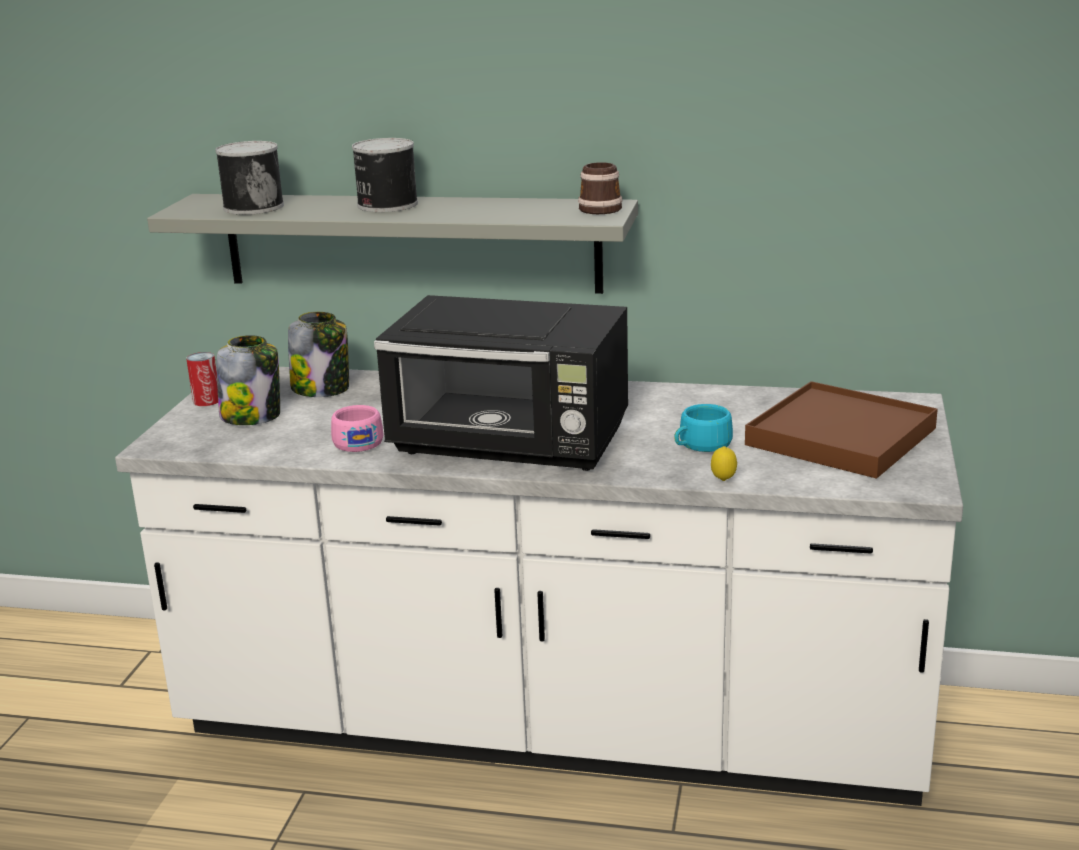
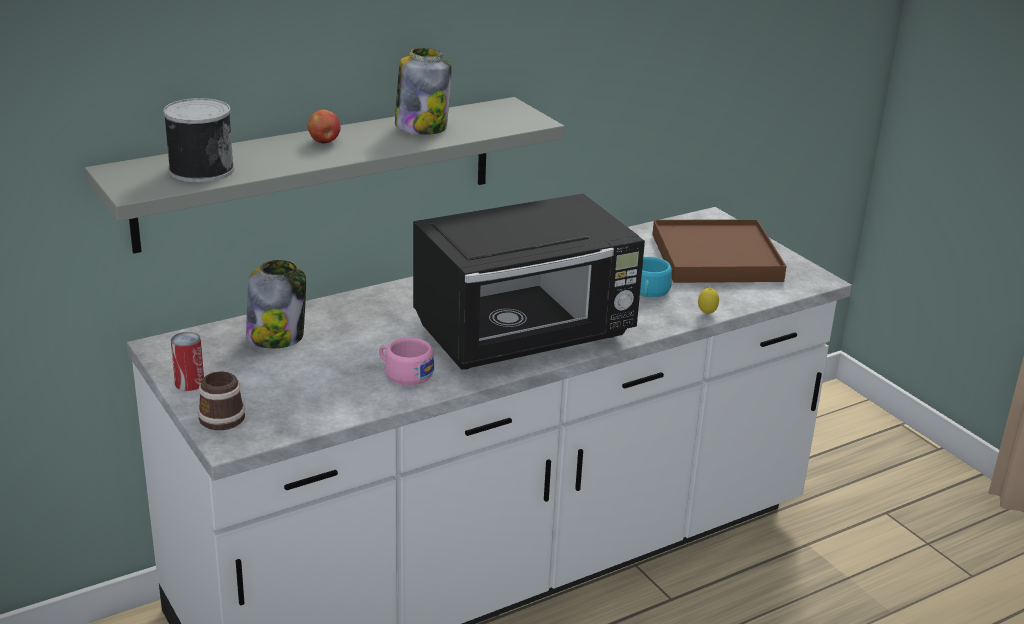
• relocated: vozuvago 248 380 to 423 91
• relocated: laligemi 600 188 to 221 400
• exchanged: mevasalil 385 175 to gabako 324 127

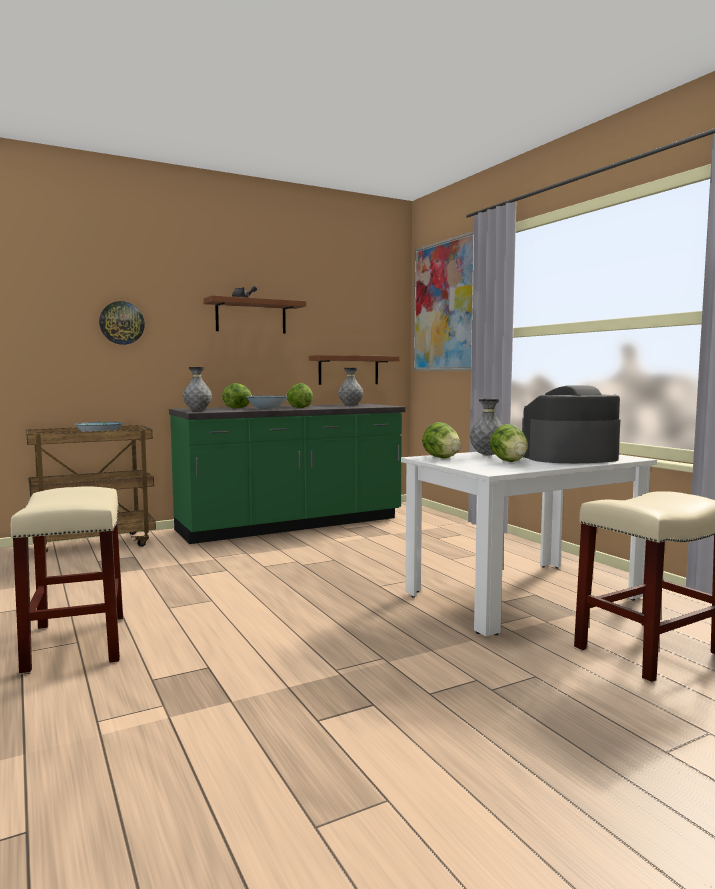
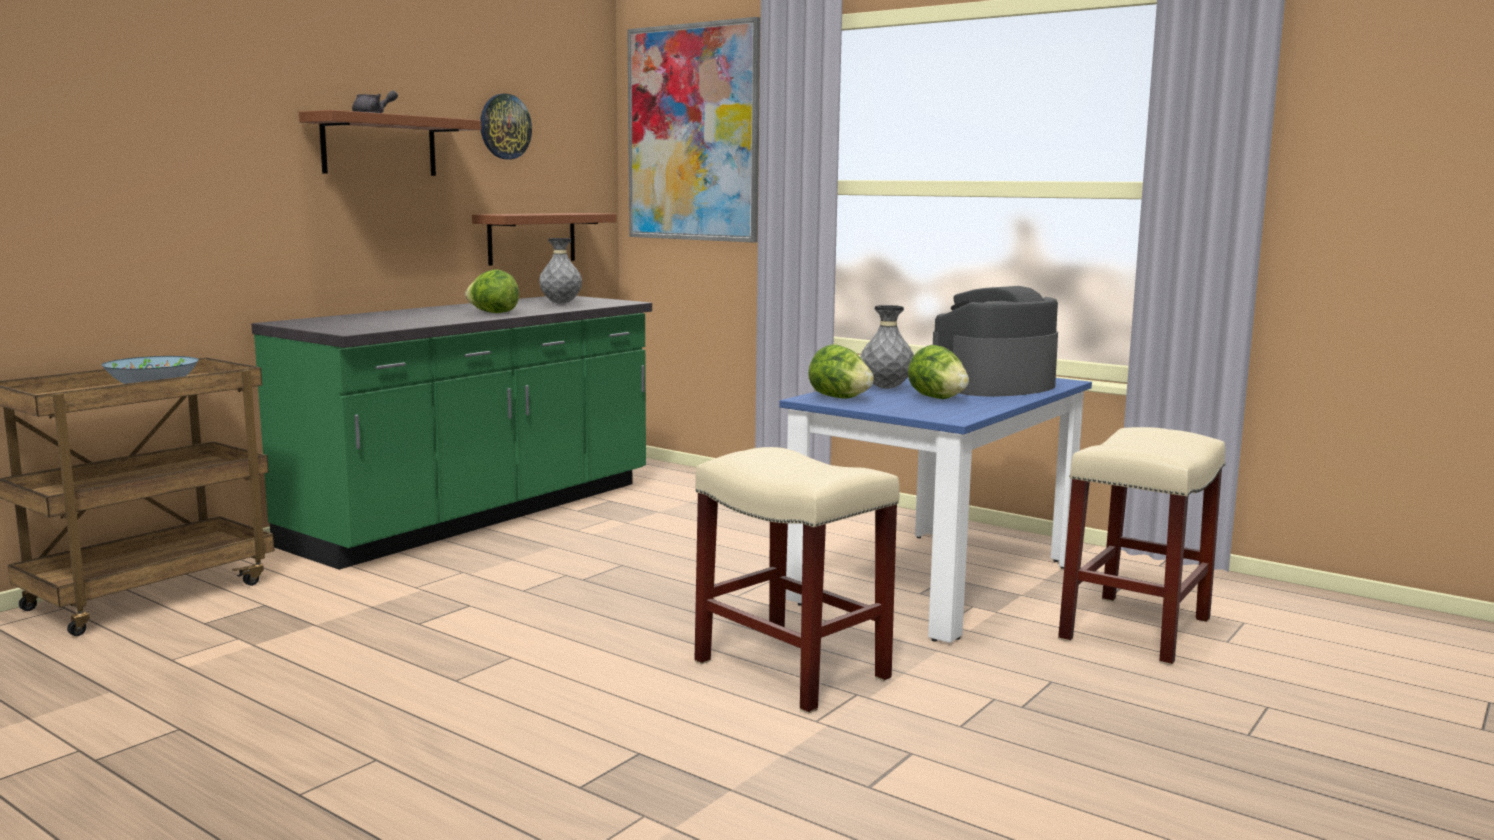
• missing: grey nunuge 197 389
• missing: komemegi 237 395
• missing: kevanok 267 403
• relocated: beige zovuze 66 580 to 797 580
• relocated: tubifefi 122 323 to 506 126
• colour: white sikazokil 529 544 to blue sikazokil 936 510

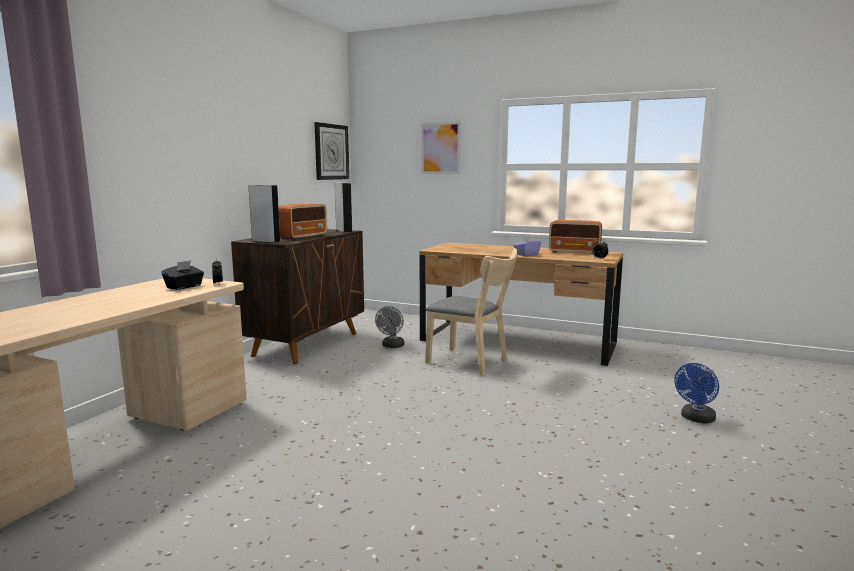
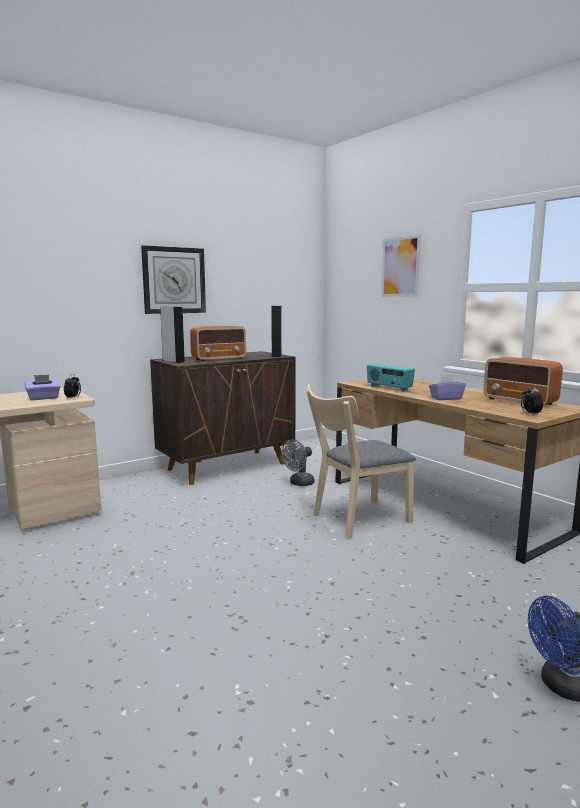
• appeared: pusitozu 391 378
• relocated: tubifefi 331 151 to 173 279
• colour: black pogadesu 182 275 to purple pogadesu 42 387
• spun: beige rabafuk 471 312 = 361 461 90 degrees clockwise

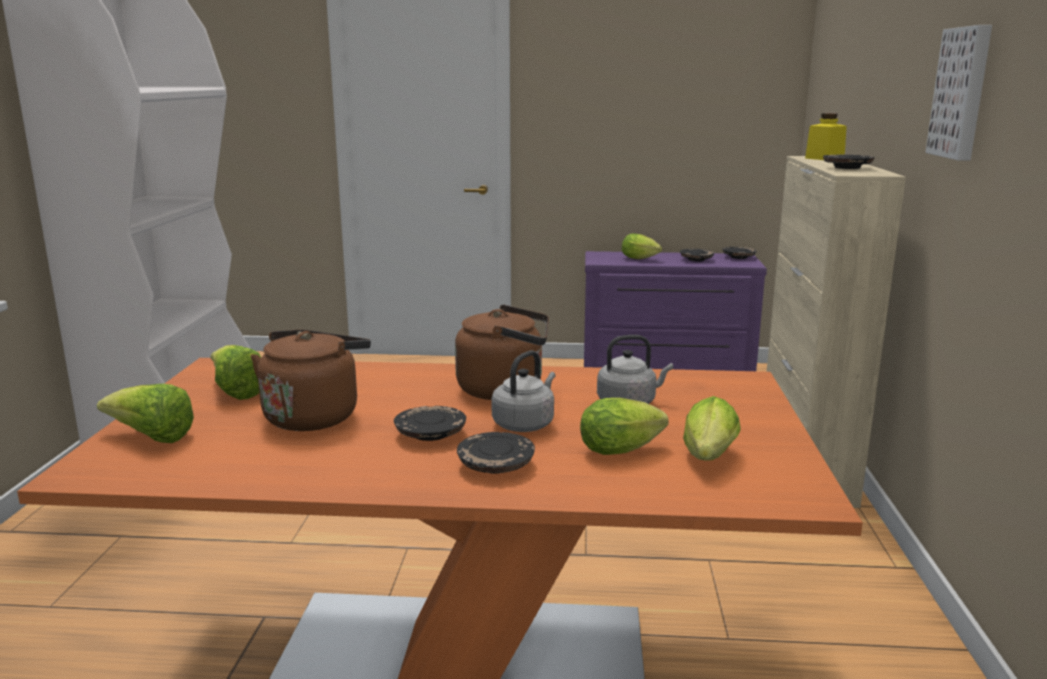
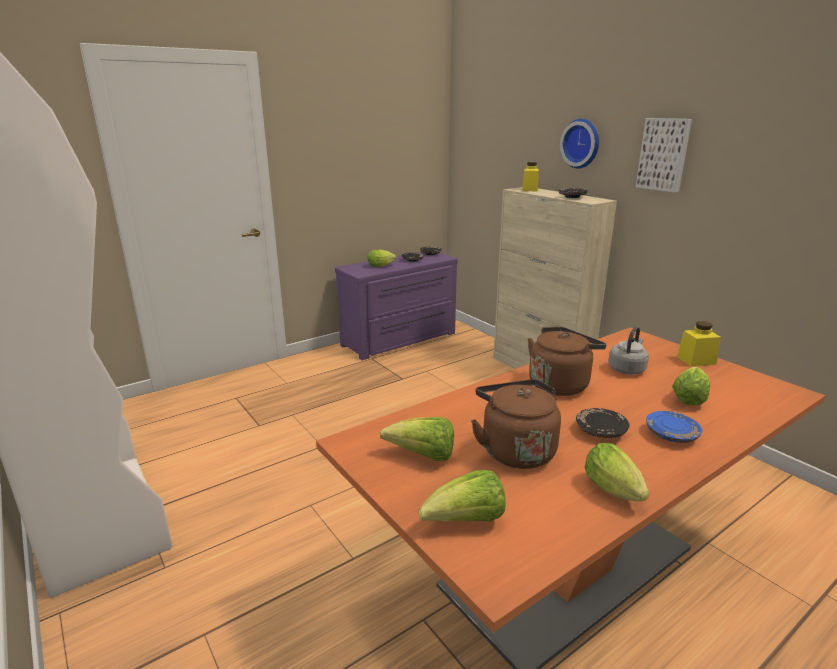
• missing: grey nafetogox 523 391
• appeared: tubifefi 579 143
• appeared: yellow vozuvago 699 344
• relocated: komemegi 711 428 to 616 472
• colour: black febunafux 496 453 to blue febunafux 674 427

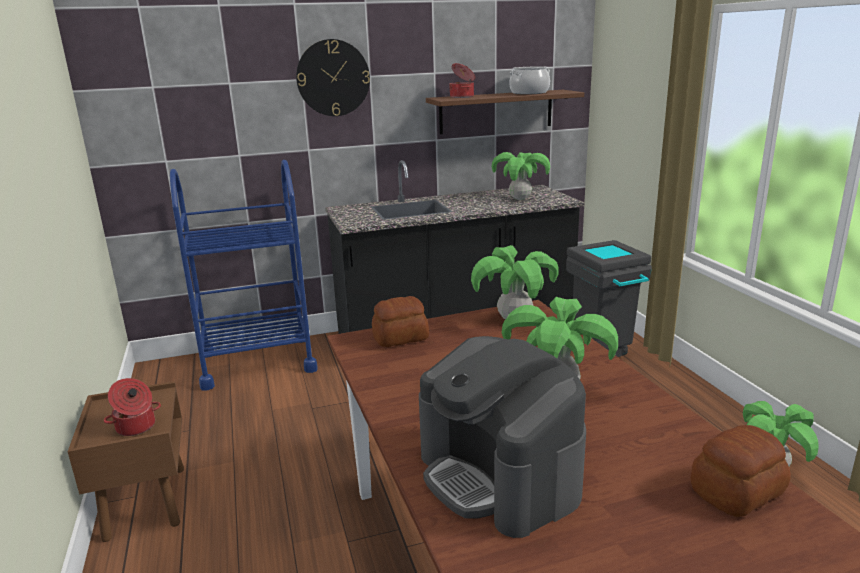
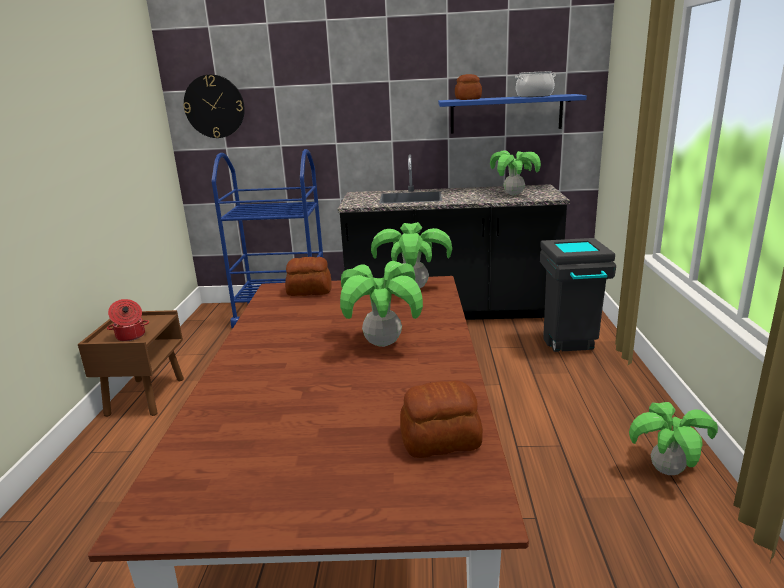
• missing: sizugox 502 437
• relocated: tubifefi 333 77 to 214 106
• exchanged: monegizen 462 80 to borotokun 468 87
• colour: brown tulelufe 505 112 to blue tulelufe 512 113

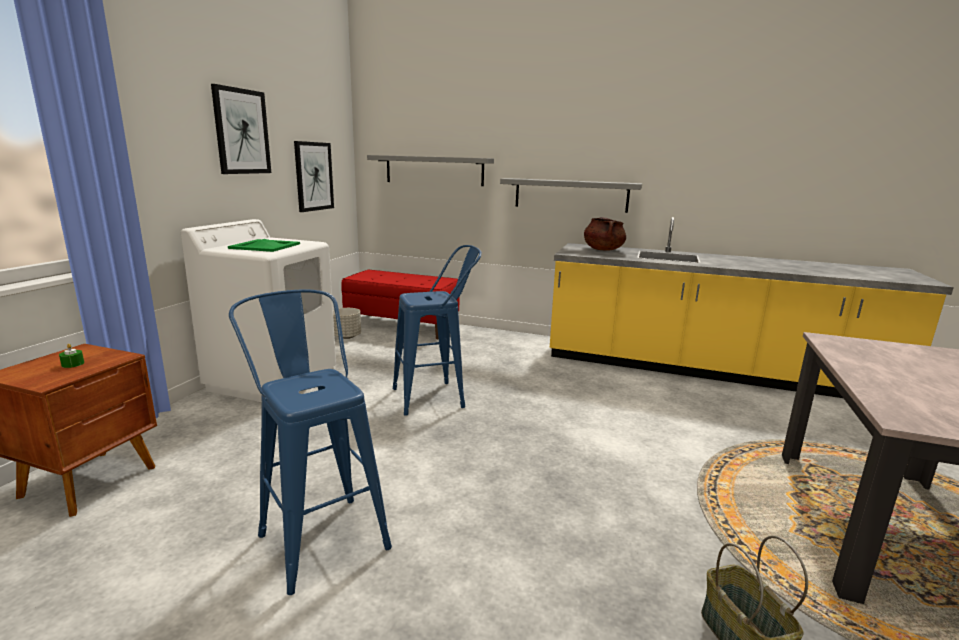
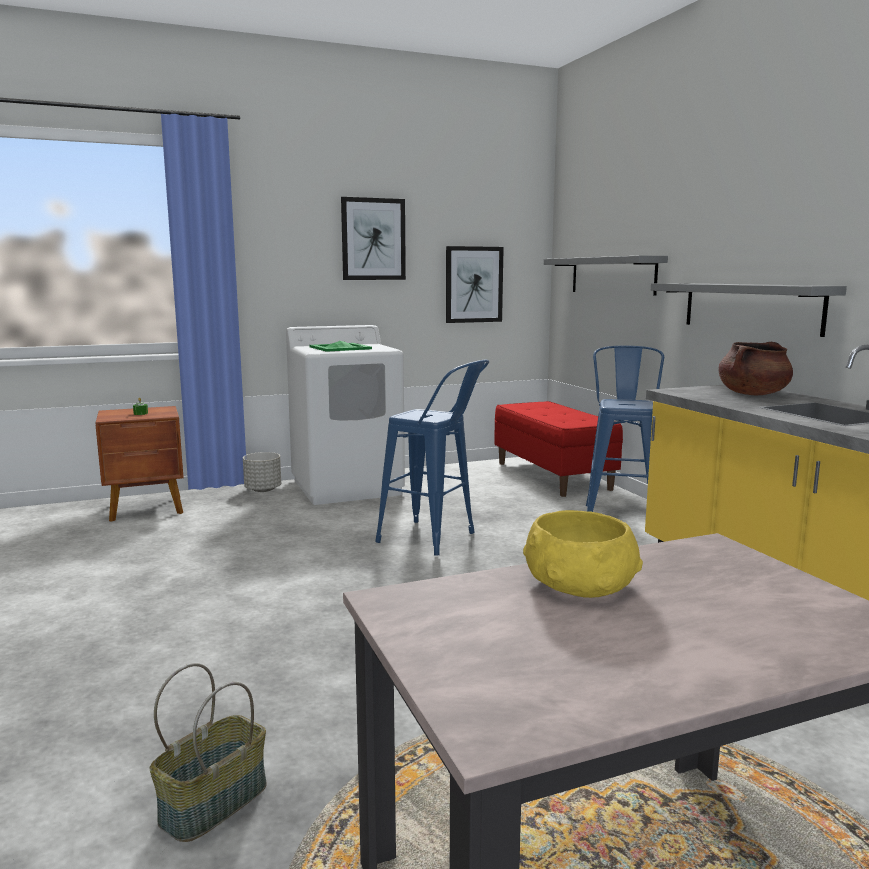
• appeared: yellow kevanok 583 554
• relocated: blue zovuze 310 442 to 625 429
• relocated: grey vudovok 347 323 to 262 472

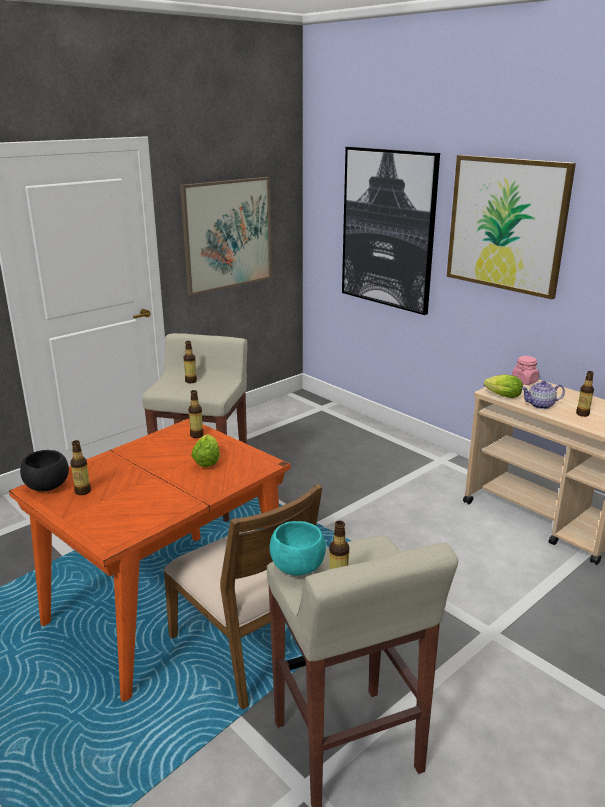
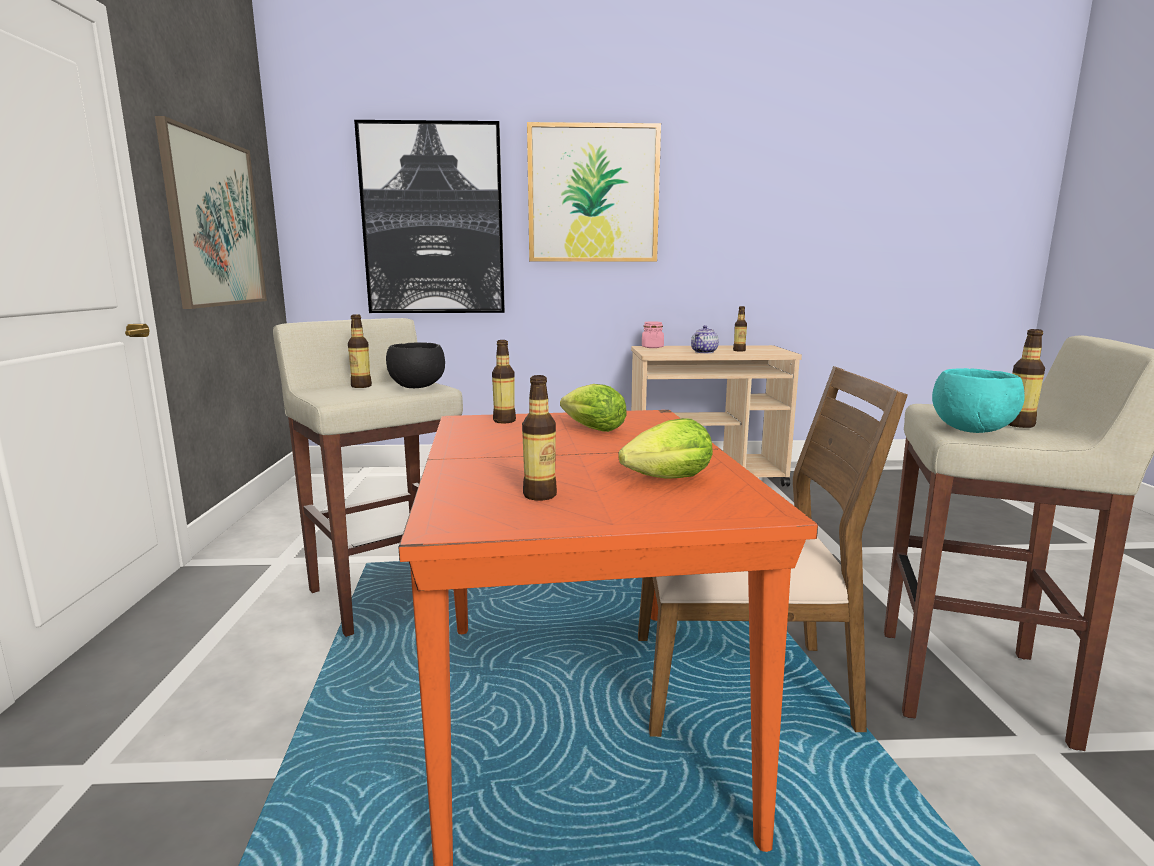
• relocated: black kevanok 44 470 to 415 365
• relocated: komemegi 503 386 to 665 448

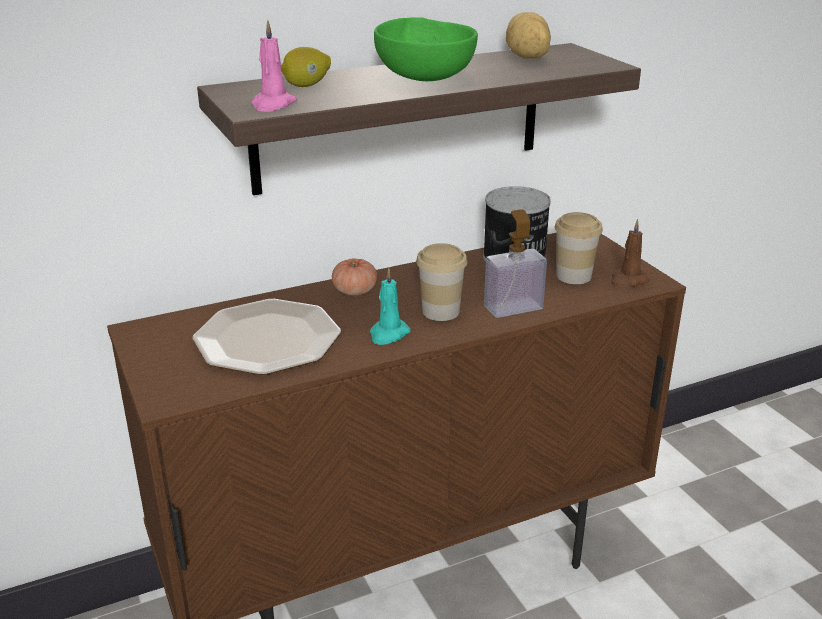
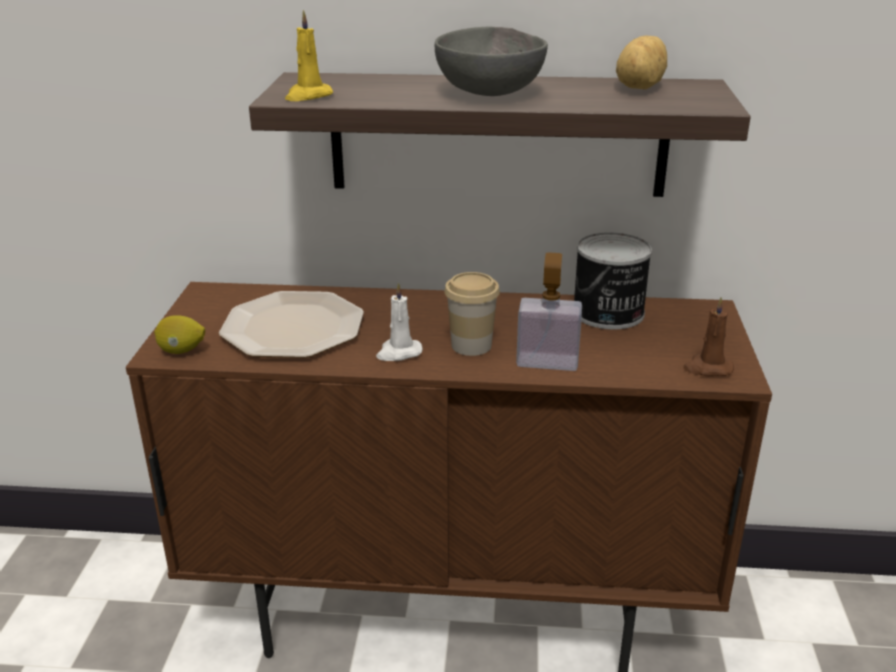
• missing: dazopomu 354 277
• missing: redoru 579 248
• relocated: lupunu 306 67 to 179 334
• colour: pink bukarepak 274 66 to yellow bukarepak 309 55
• colour: turquoise bukarepak 390 306 to white bukarepak 399 322
• colour: green kevanok 426 49 to grey kevanok 491 61

